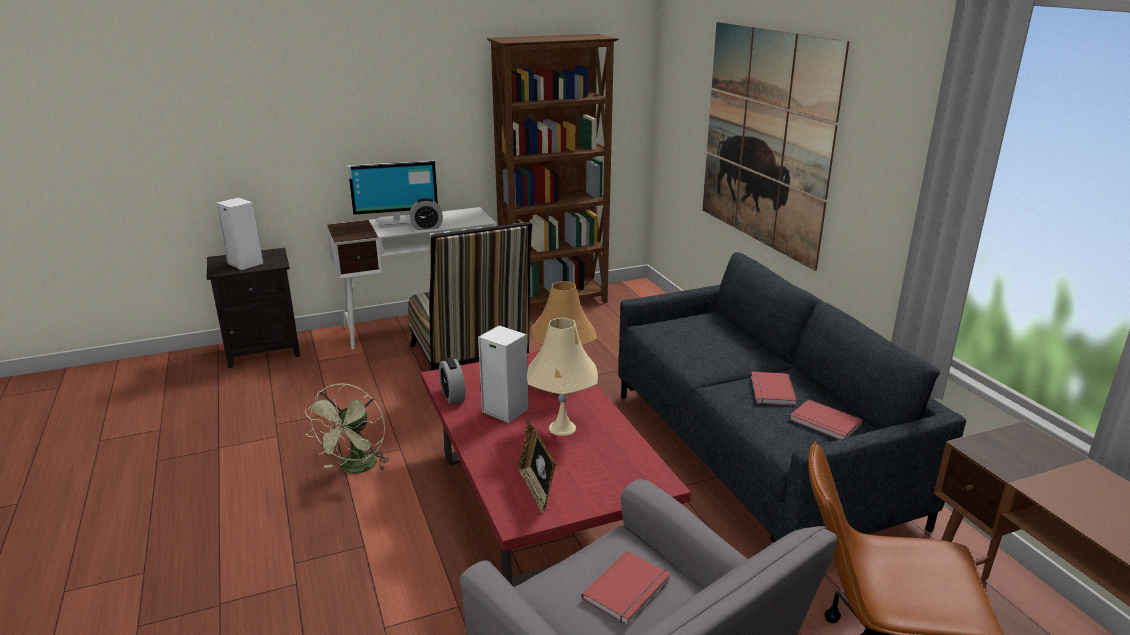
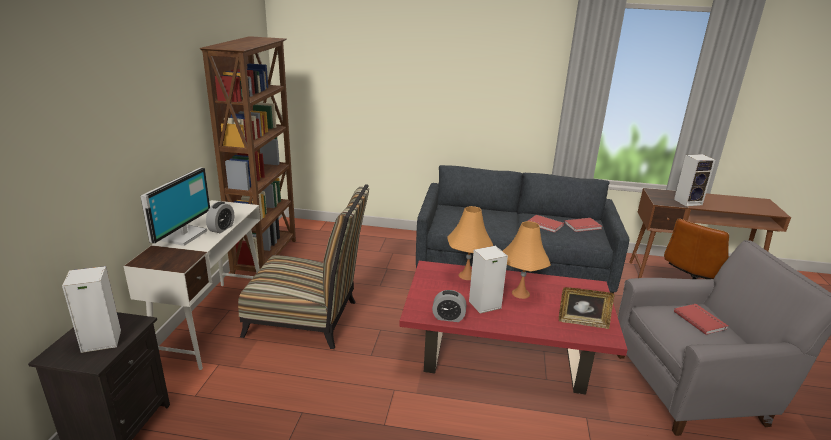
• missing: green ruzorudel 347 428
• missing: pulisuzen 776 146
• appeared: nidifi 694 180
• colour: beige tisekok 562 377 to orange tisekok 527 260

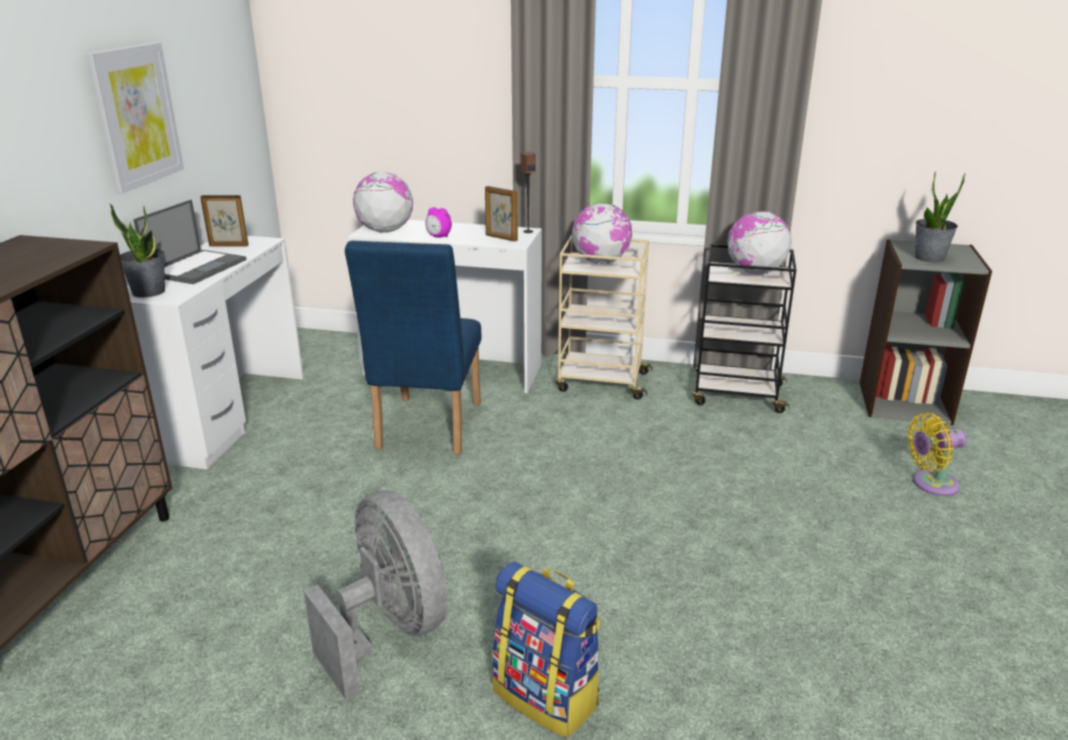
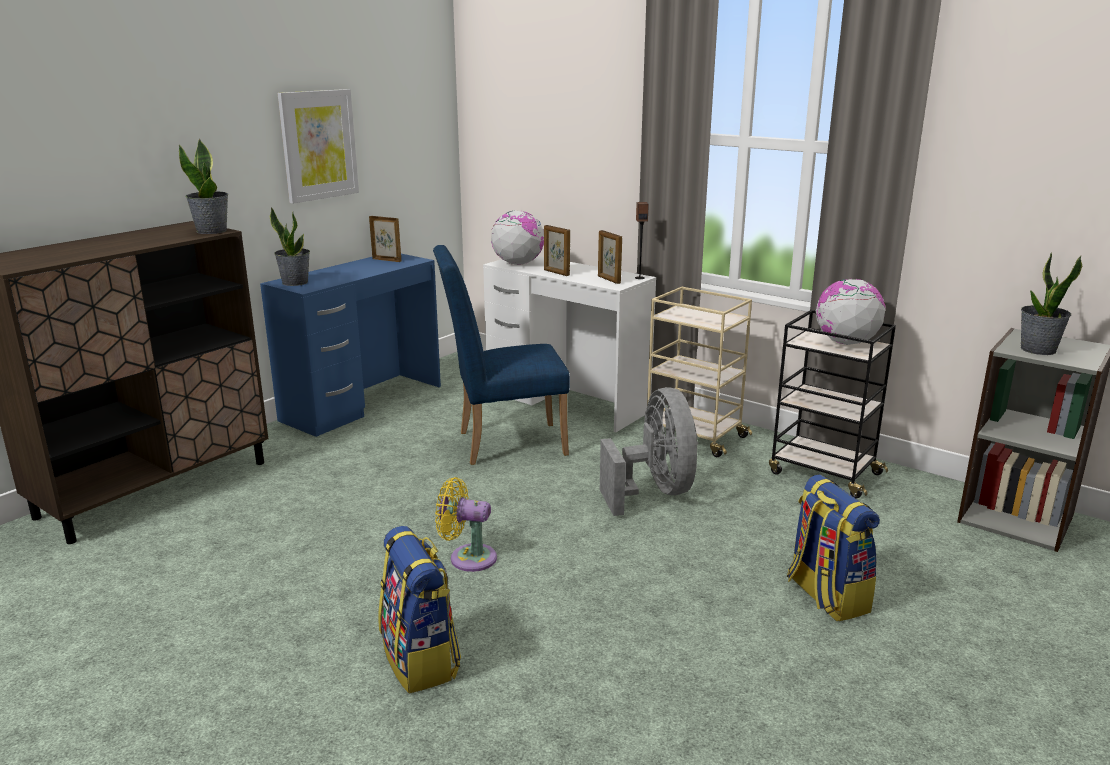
• missing: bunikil 190 242
• missing: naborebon 602 233
• appeared: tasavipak 203 186
• appeared: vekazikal 833 548
• relocated: grey ruzorudel 375 595 to 649 451
• relocated: yellow ruzorudel 936 454 to 466 524
• exchanged: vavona 438 222 to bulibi 557 250
• colour: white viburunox 215 352 to blue viburunox 350 345
• spun: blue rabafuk 413 347 = 501 355 45 degrees clockwise

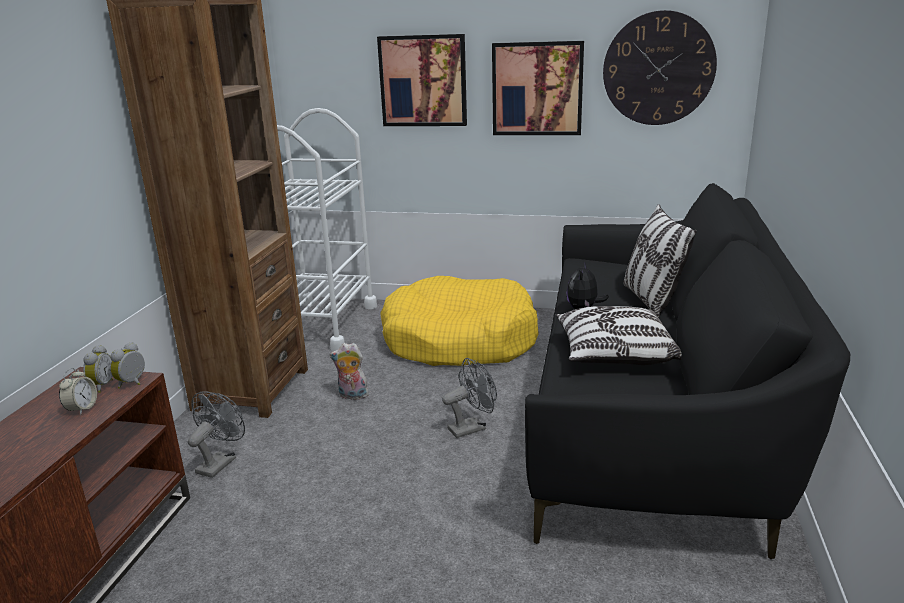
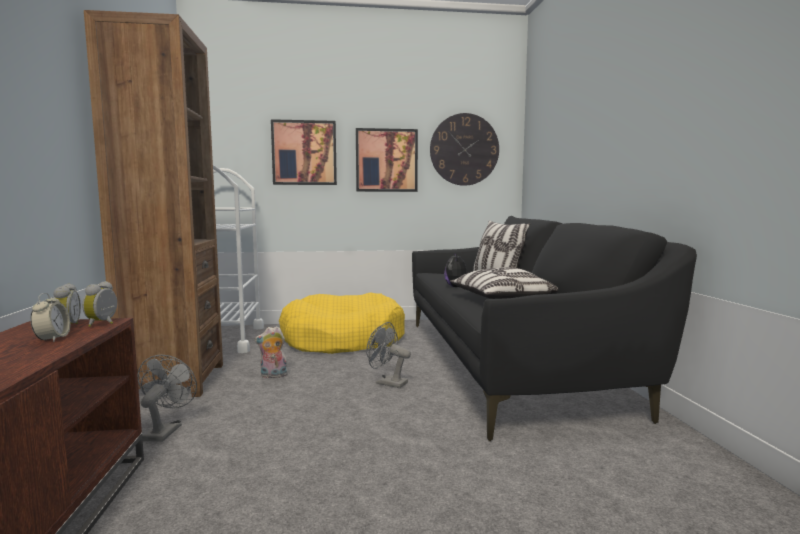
• spun: grey ruzorudel 469 398 = 388 355 105 degrees counterclockwise

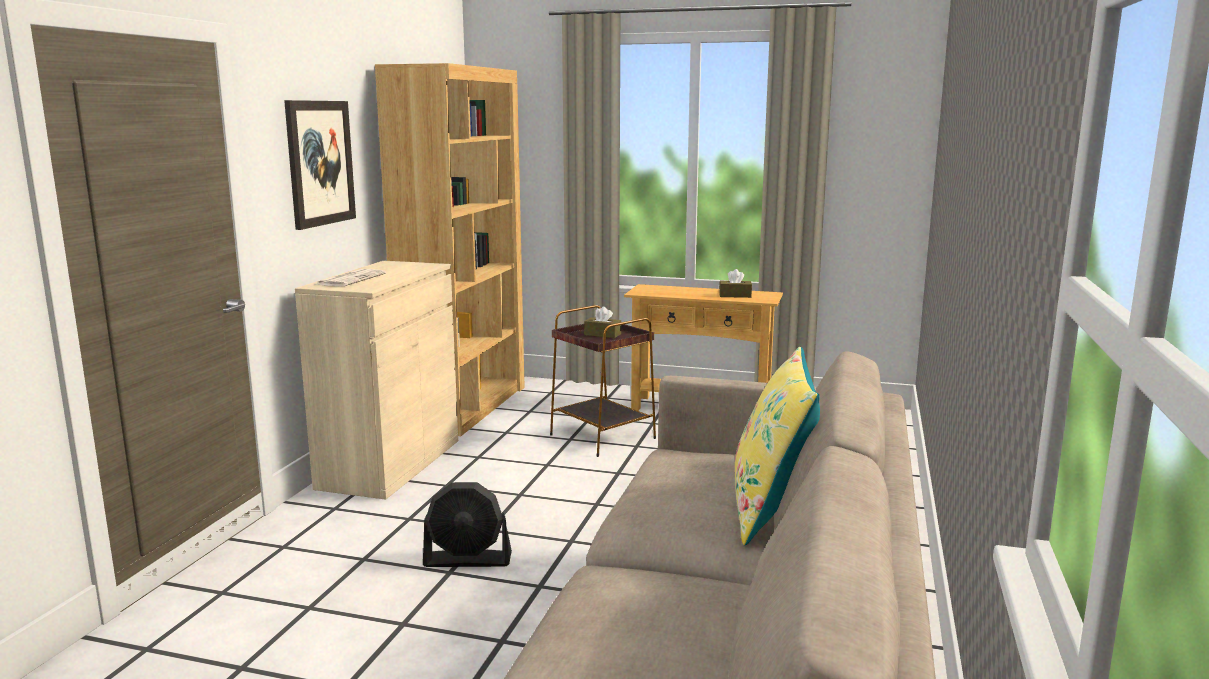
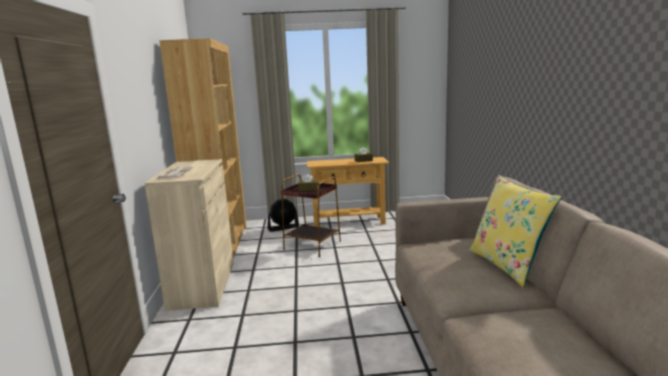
• missing: pulisuzen 320 165
• relocated: black ruzorudel 467 524 to 283 215

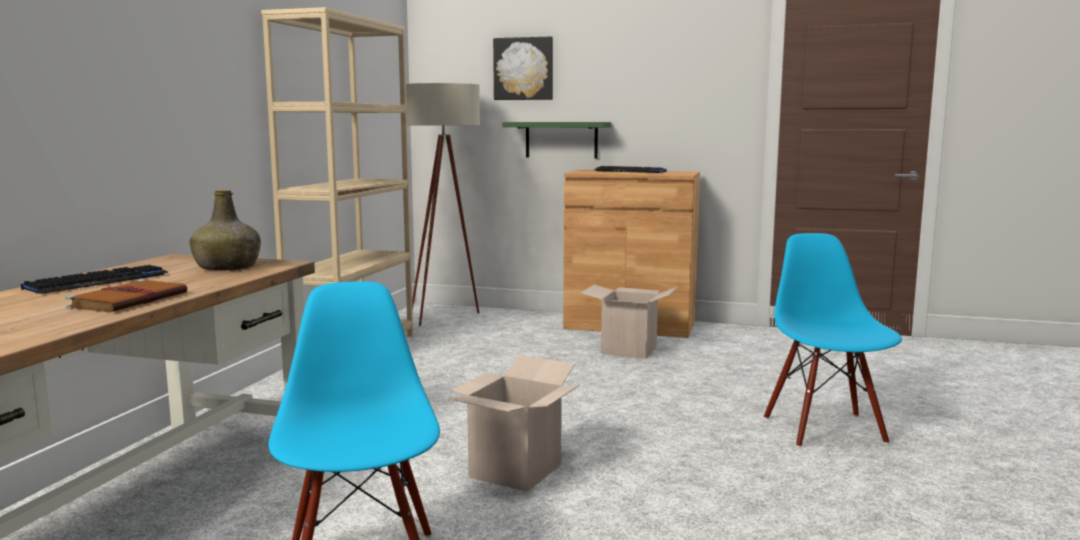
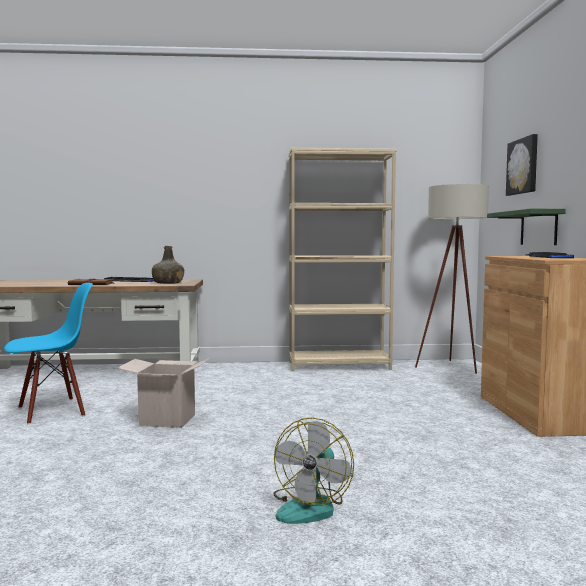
• missing: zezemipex 629 322
• exchanged: blue rabafuk 833 340 to ruzorudel 314 470

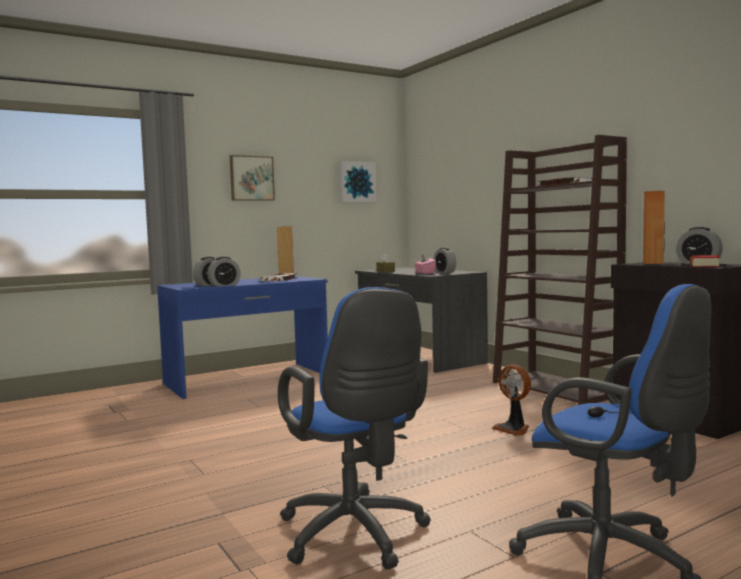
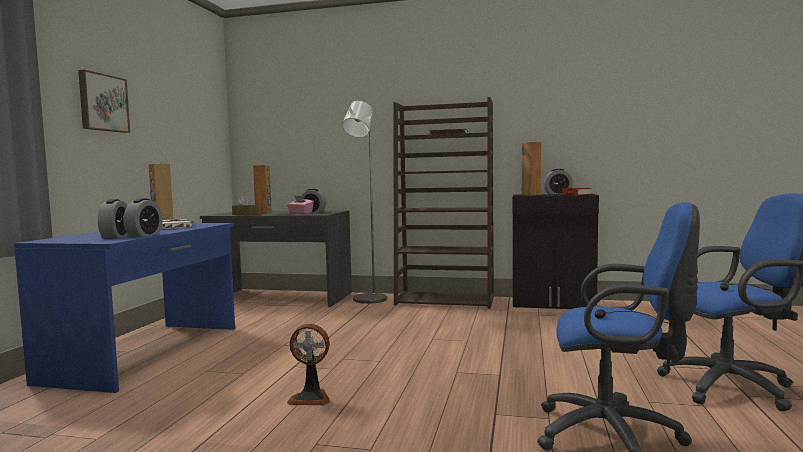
• missing: pulisuzen 358 181
• appeared: brown nidifi 262 189
• appeared: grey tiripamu 364 202
• relocated: ruzorudel 511 400 to 308 364

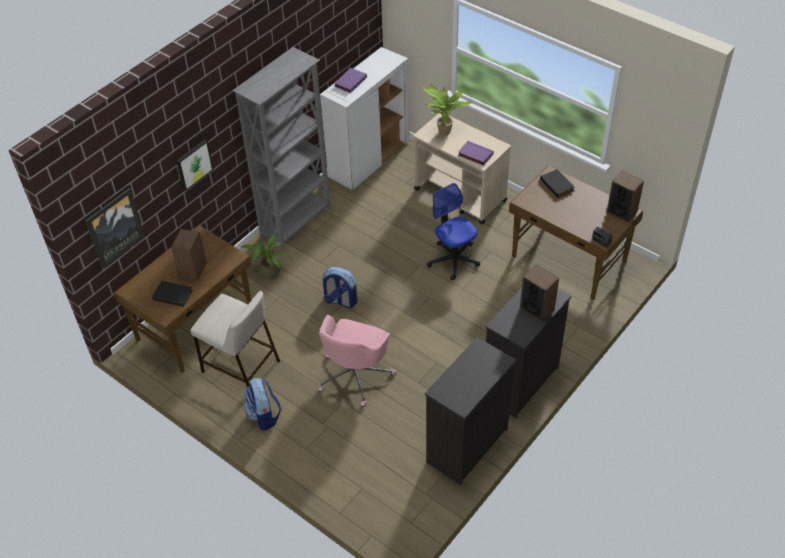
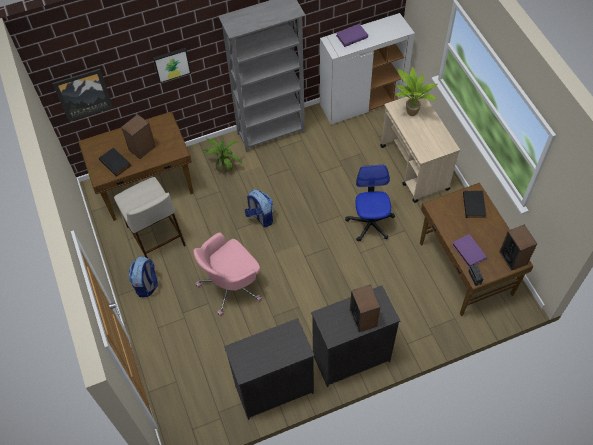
• relocated: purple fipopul 476 153 to 469 251

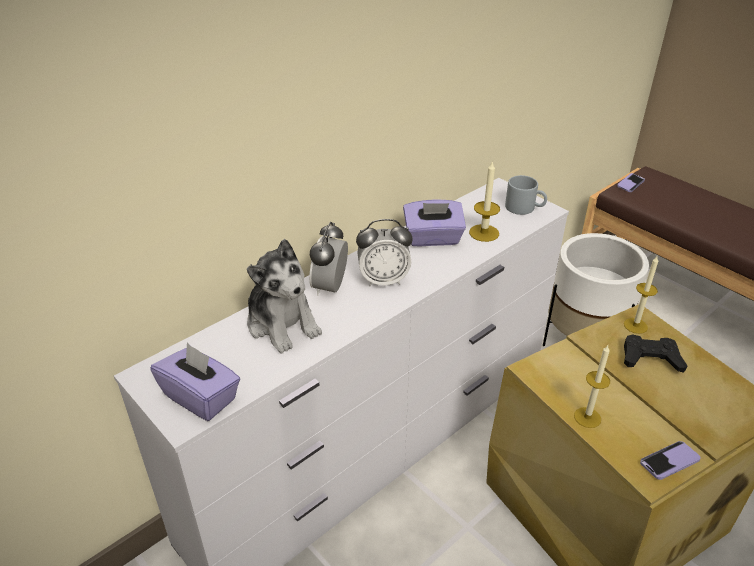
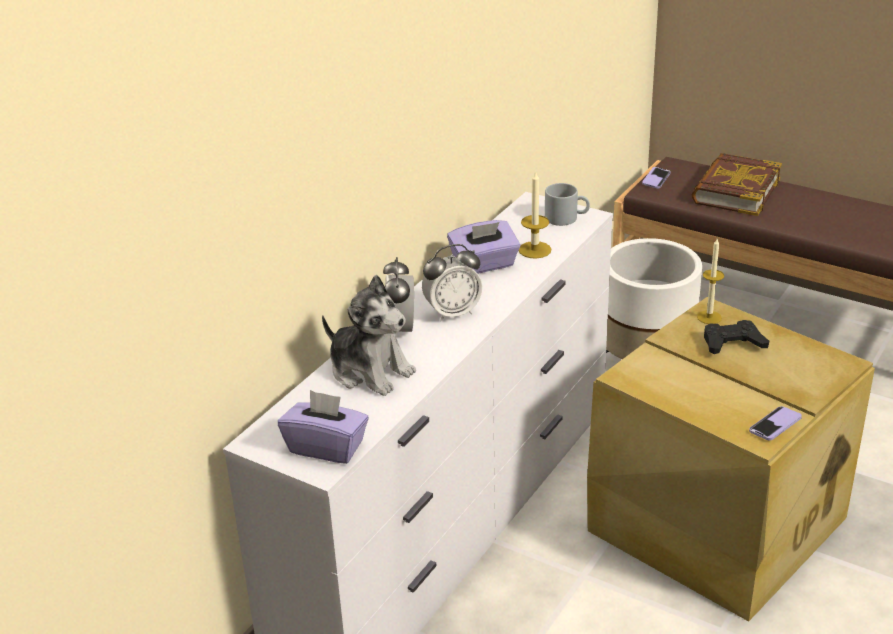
• missing: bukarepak 592 386
• appeared: fipopul 737 184

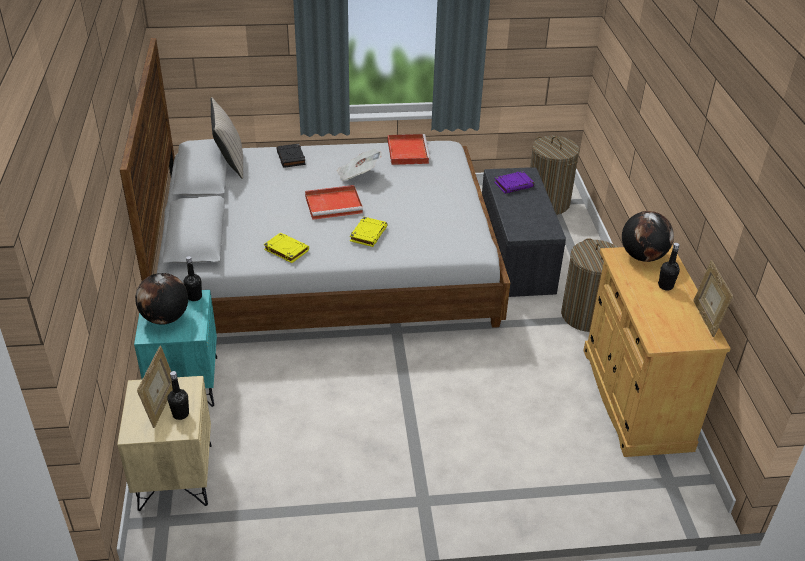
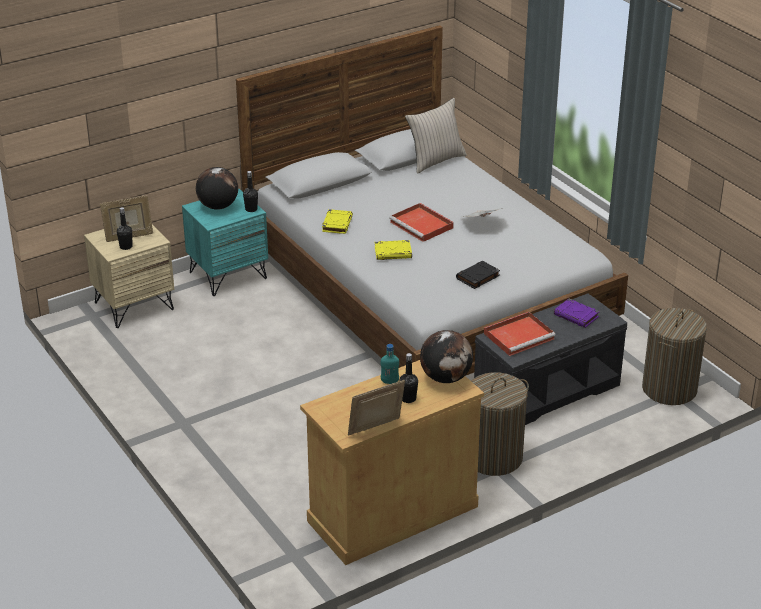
• appeared: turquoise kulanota 390 364
• relocated: black fipopul 291 156 to 478 275
• relocated: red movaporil 409 149 to 520 334

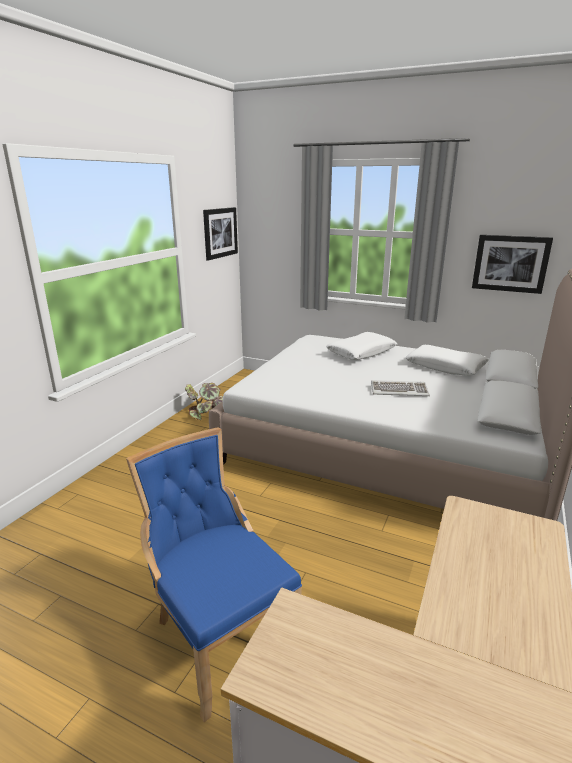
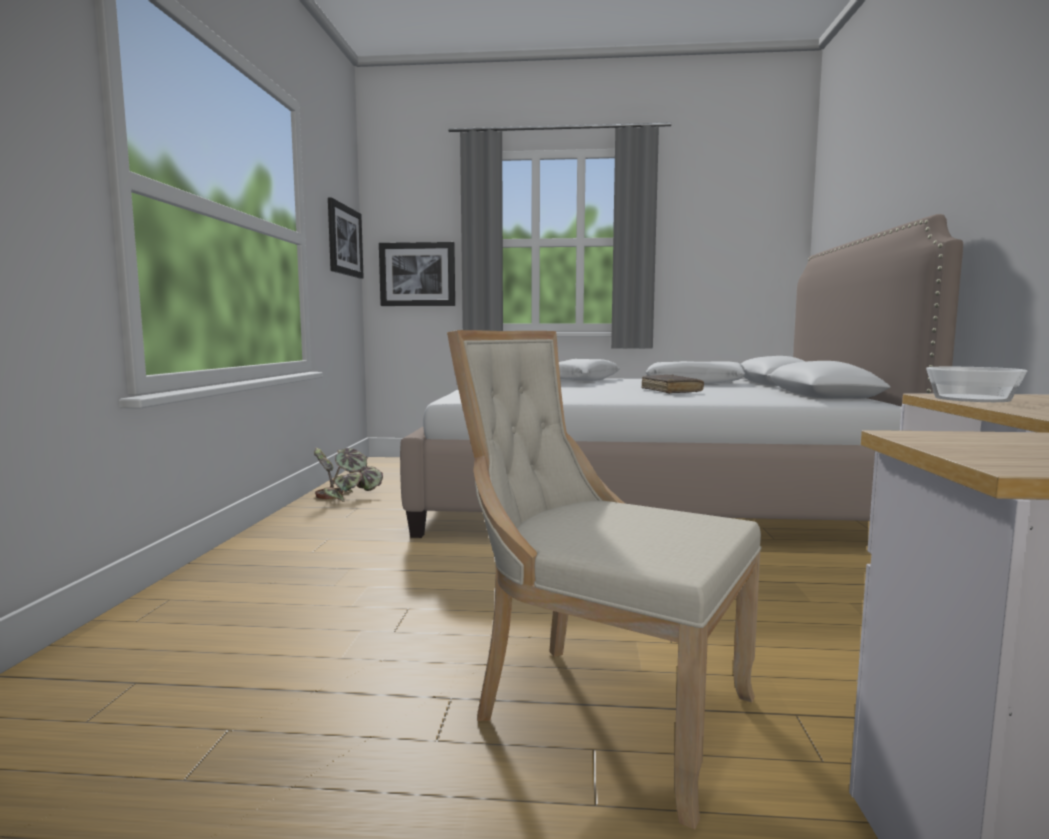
• appeared: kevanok 976 384
• relocated: pulisuzen 512 264 to 417 274
• exchanged: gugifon 400 388 to brown fipopul 672 384
• colour: blue rabafuk 214 575 to beige rabafuk 604 579

